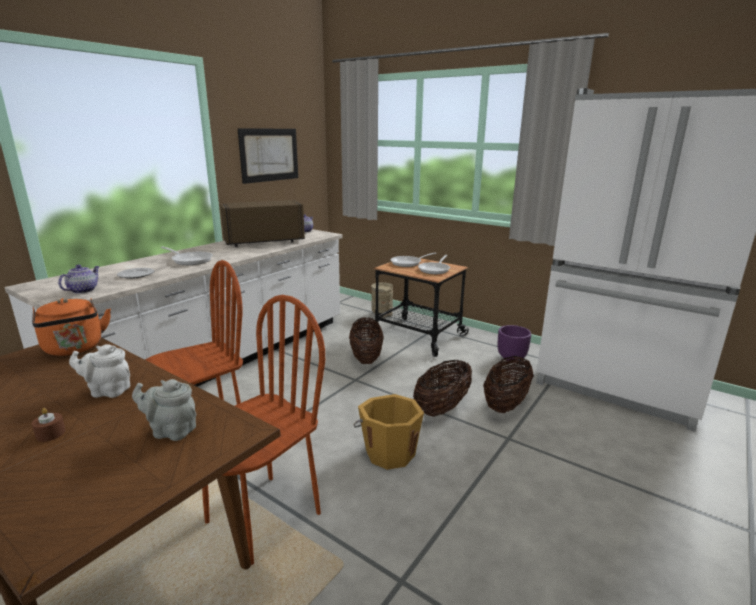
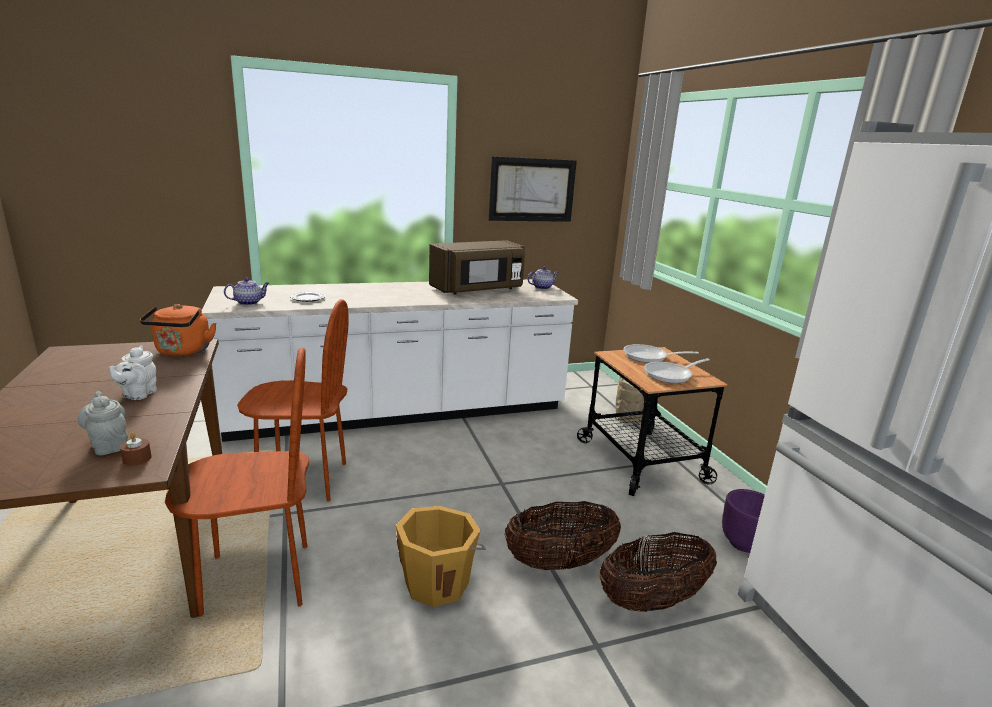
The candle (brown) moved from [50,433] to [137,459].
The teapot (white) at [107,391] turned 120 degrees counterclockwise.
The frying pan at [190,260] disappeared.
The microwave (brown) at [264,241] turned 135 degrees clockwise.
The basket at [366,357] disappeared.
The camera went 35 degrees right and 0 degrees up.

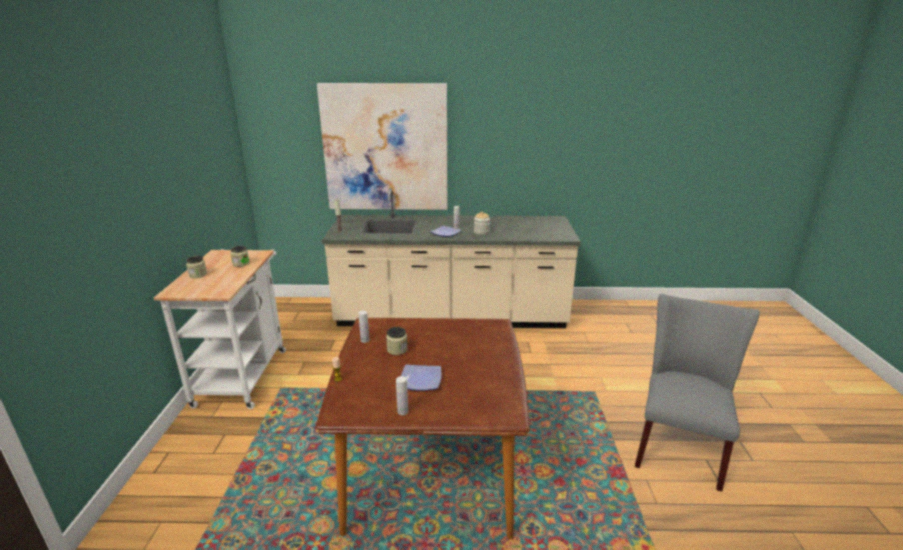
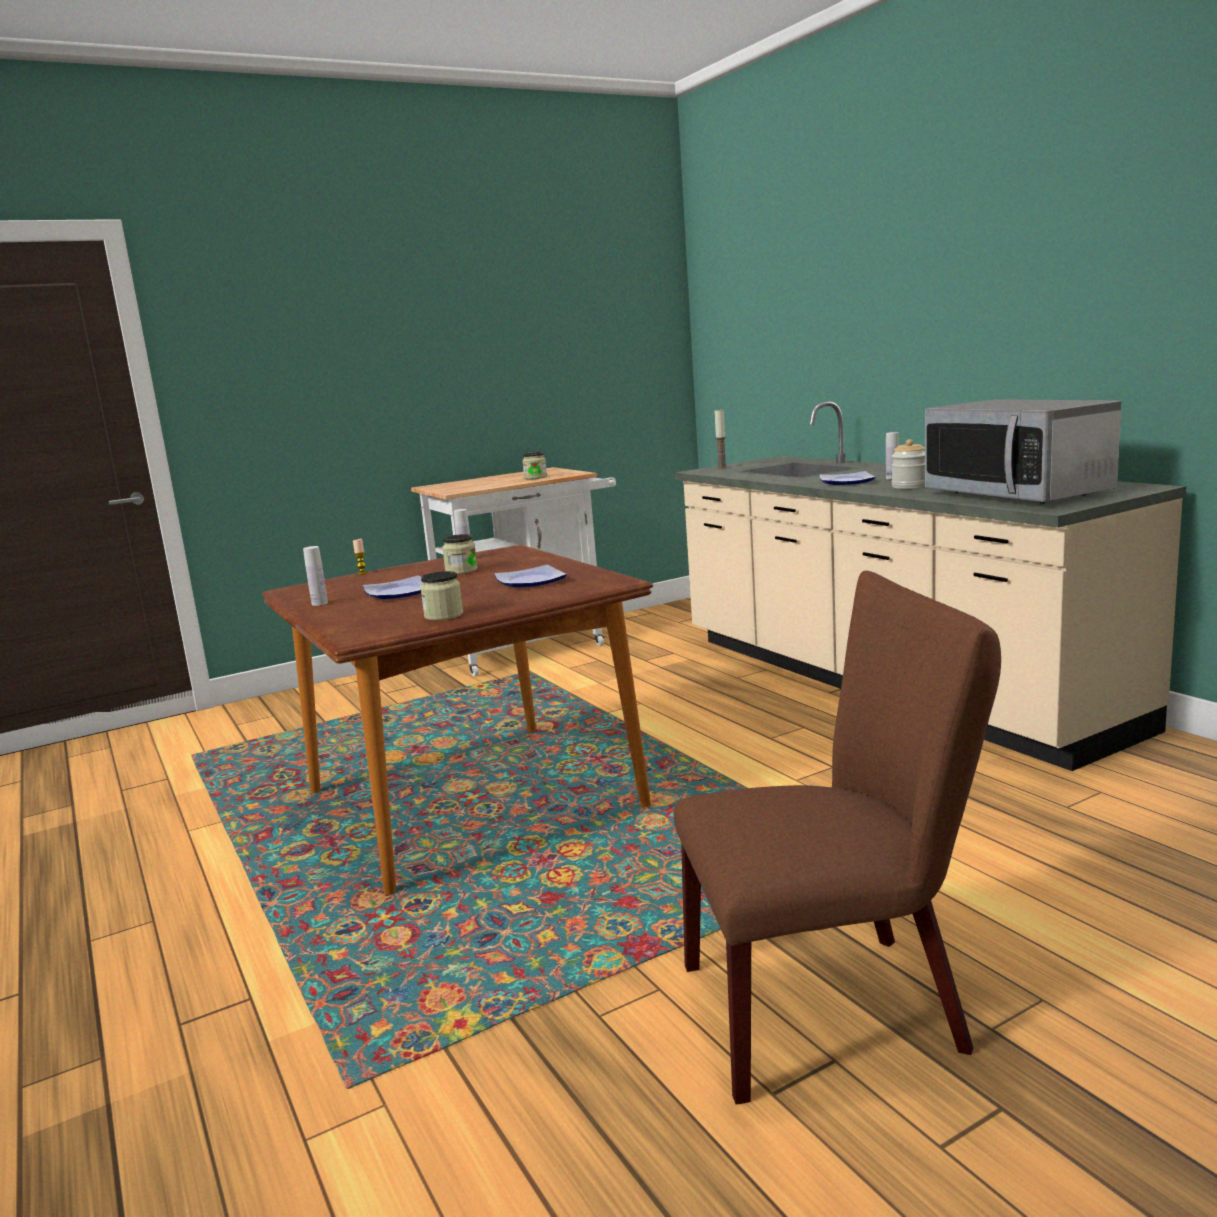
The jar moved from [198,275] to [443,615].
The picture at [386,148] disappeared.
The chair (grey) at [677,444] became the chair (brown) at [838,1005].
The plate at [532,581] appeared.
The microwave at [1017,494] appeared.
The camera went 60 degrees right and 10 degrees down.

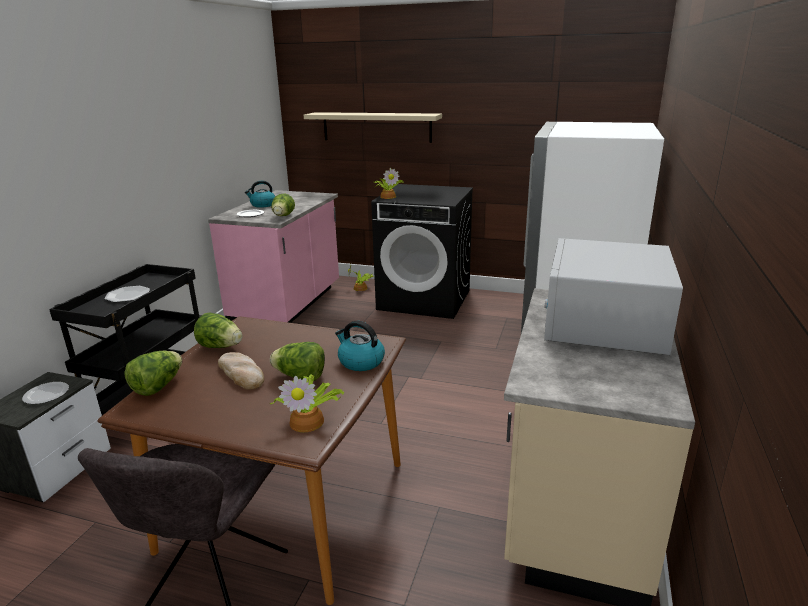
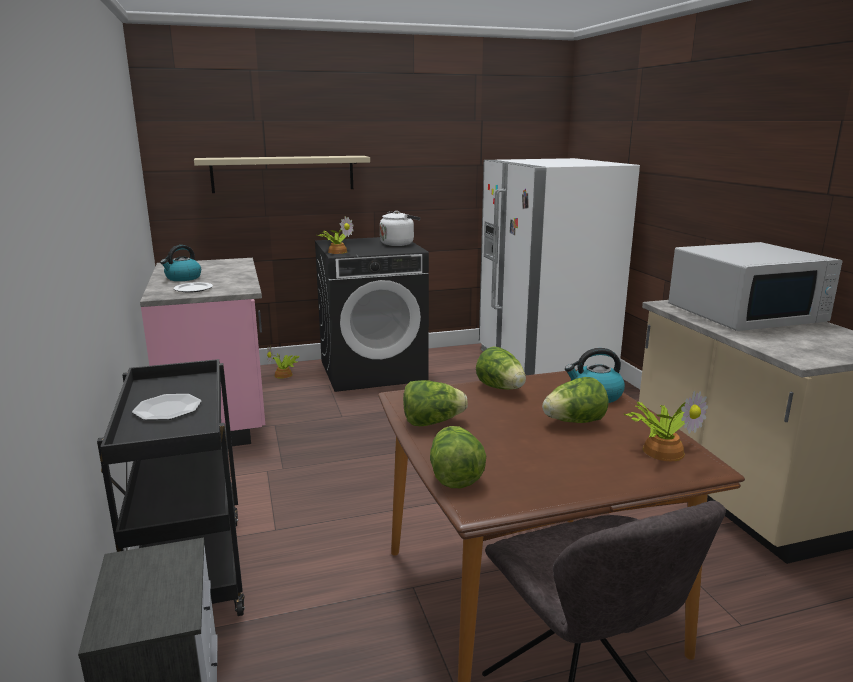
The plate at [46,394] disappeared.
The bread at [242,373] disappeared.
The lettuce moved from [283,216] to [501,388].
The microwave (white) at [604,324] turned 90 degrees counterclockwise.
The kettle (white) at [398,244] appeared.
The camera went 35 degrees left and 5 degrees down.

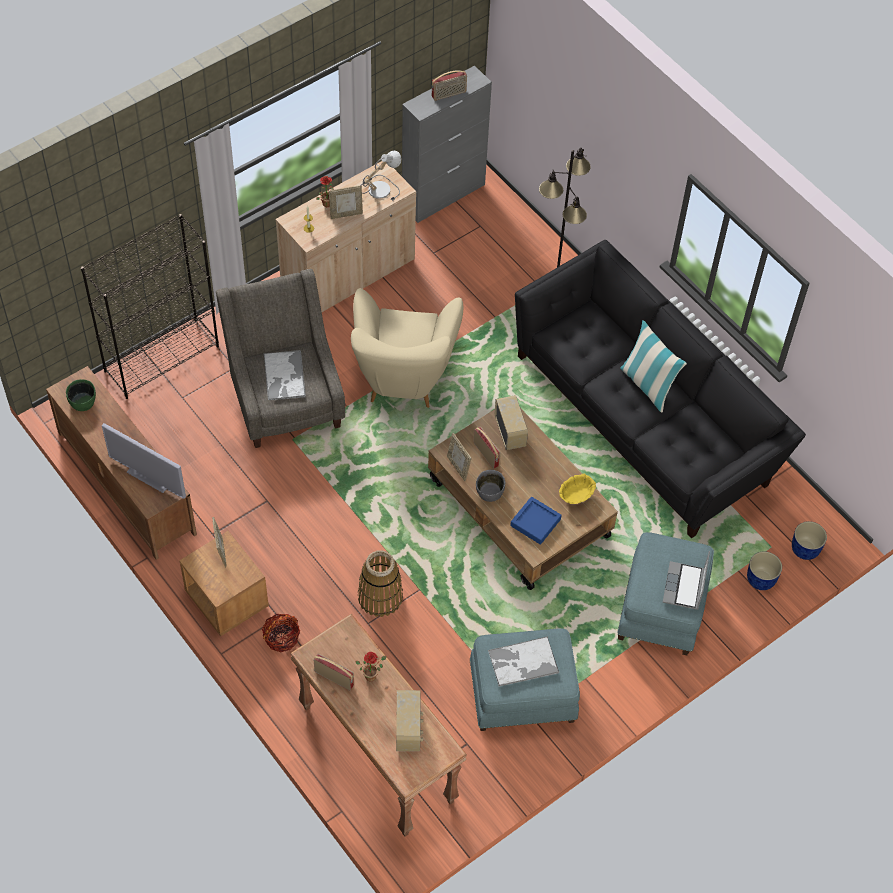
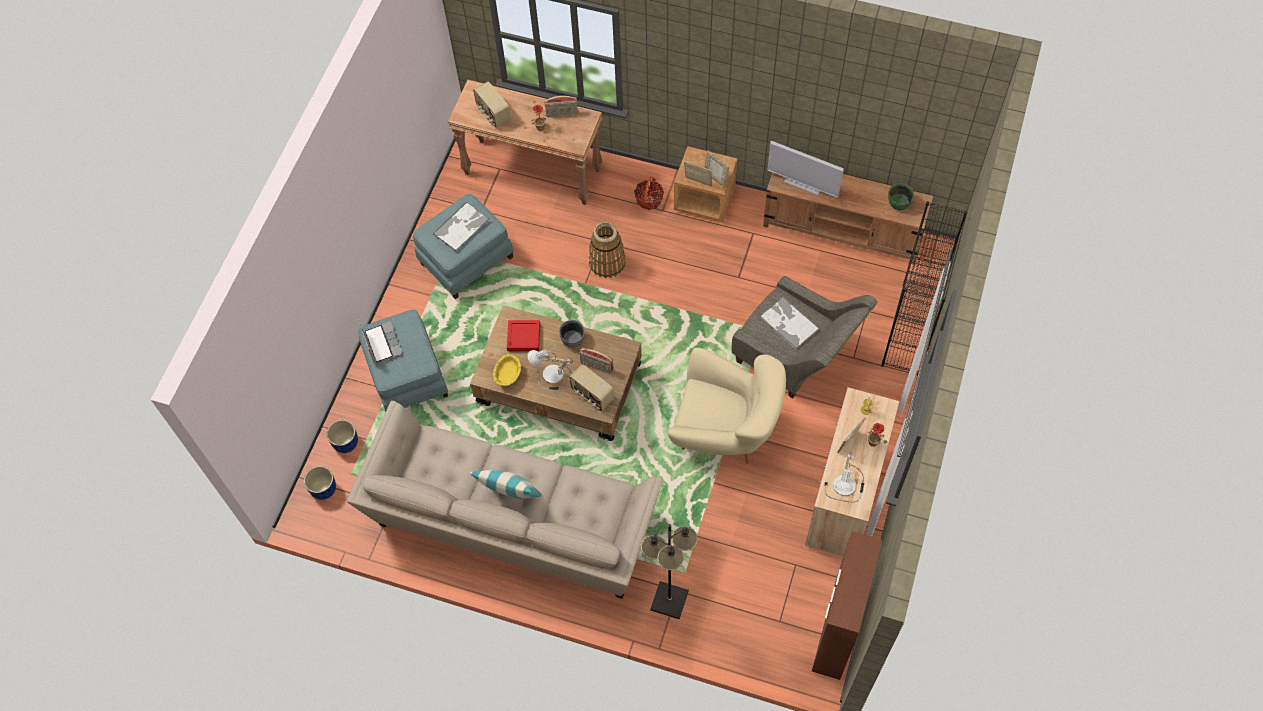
The television at [149,476] turned 150 degrees counterclockwise.
The armchair (beige) at [403,377] turned 135 degrees clockwise.
The cabinet (grey) at [444,195] became the cabinet (brown) at [836,633].
The radio at [449,94] disappeared.
The picture frame moved from [458,467] to [697,183].
The tray (blue) at [535,522] became the tray (red) at [524,337].
The sofa (black) at [646,416] became the sofa (beige) at [513,524].
The table lamp at [551,376] appeared.
The camera went 150 degrees right and 5 degrees up.

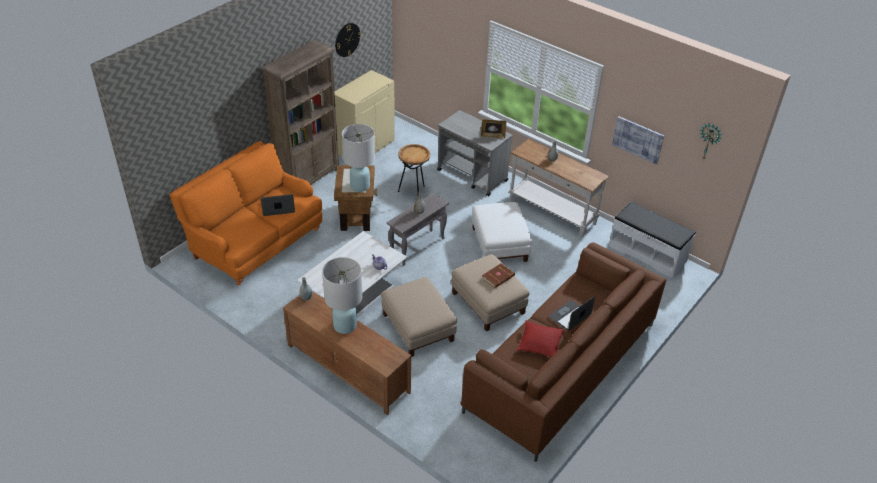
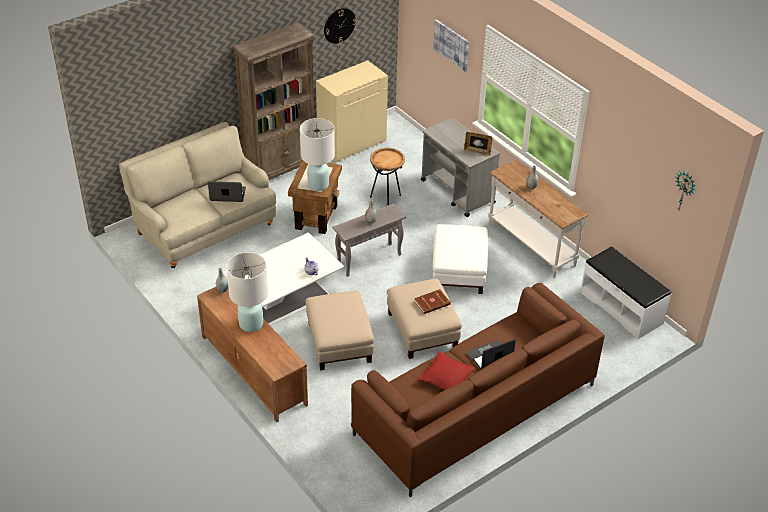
The sofa (orange) at [254,241] became the sofa (beige) at [203,226].
The picture moved from [638,139] to [451,45].
The camera went 15 degrees right and 0 degrees up.

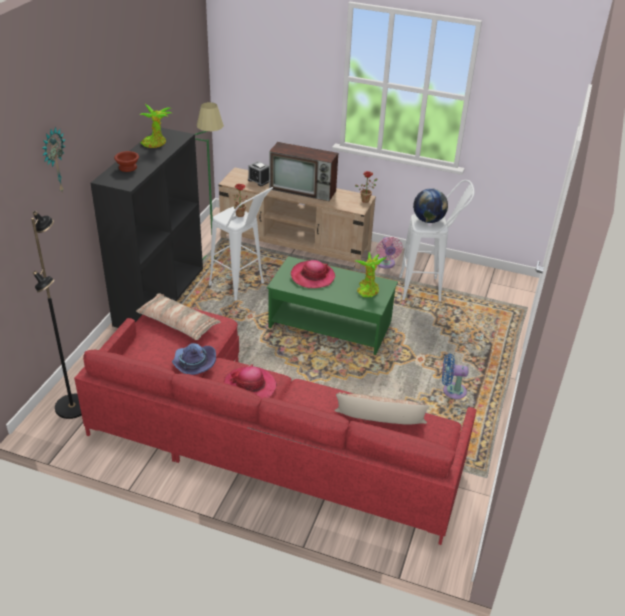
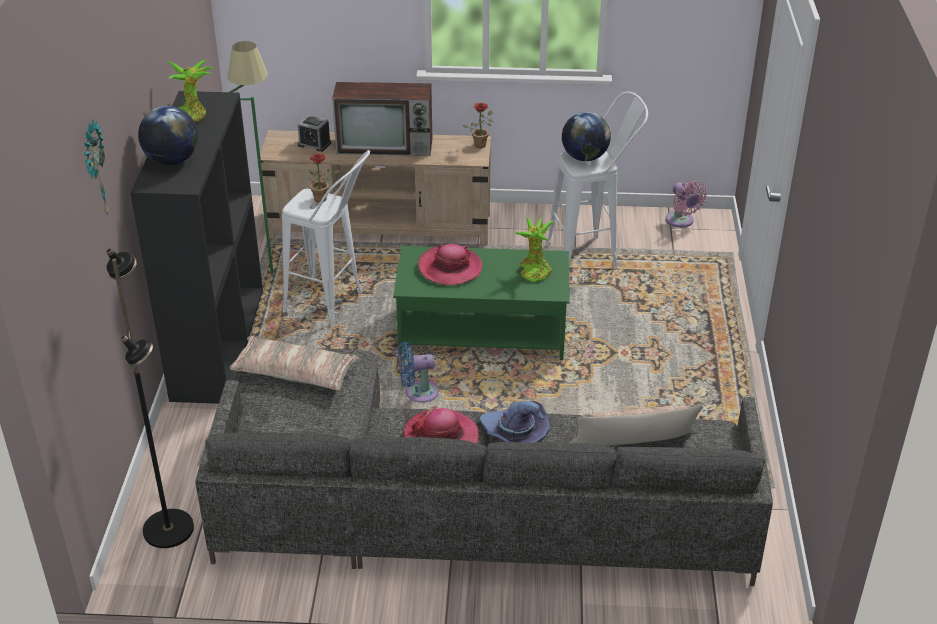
The sofa (red) at [259,437] became the sofa (grey) at [456,507].
The bowl (brown) at [127,168] was replaced by the globe at [172,161].
The hat (purple) moved from [192,365] to [515,434].
The fan (pink) moved from [385,264] to [681,221].
The fan (blue) moved from [451,391] to [418,393].
The camera went 15 degrees left and 0 degrees up.

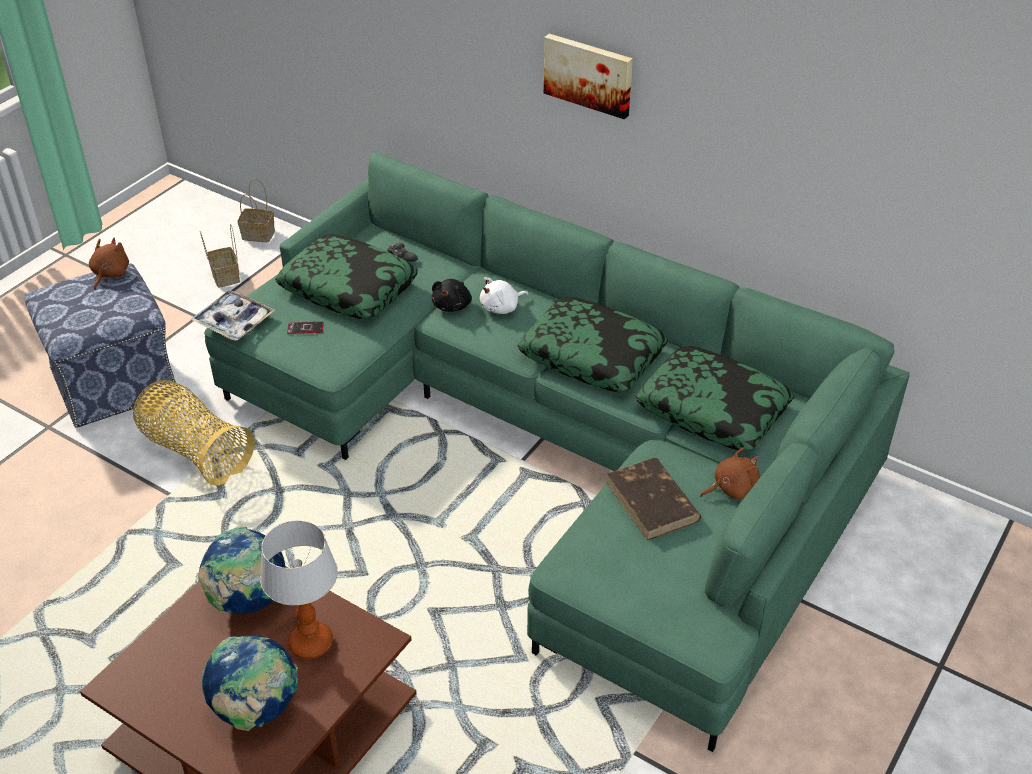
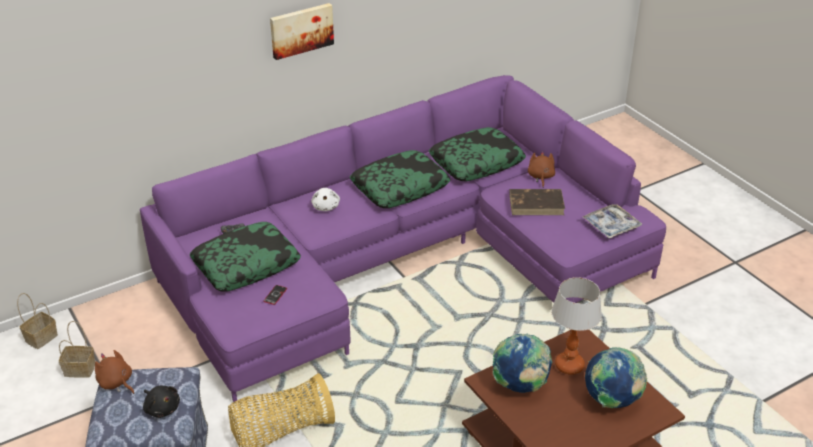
The tray moved from [234,321] to [611,225].
The sofa (green) at [557,448] became the sofa (purple) at [404,260].
The plush toy (black) moved from [453,305] to [162,408].
The camera went 65 degrees left and 5 degrees down.

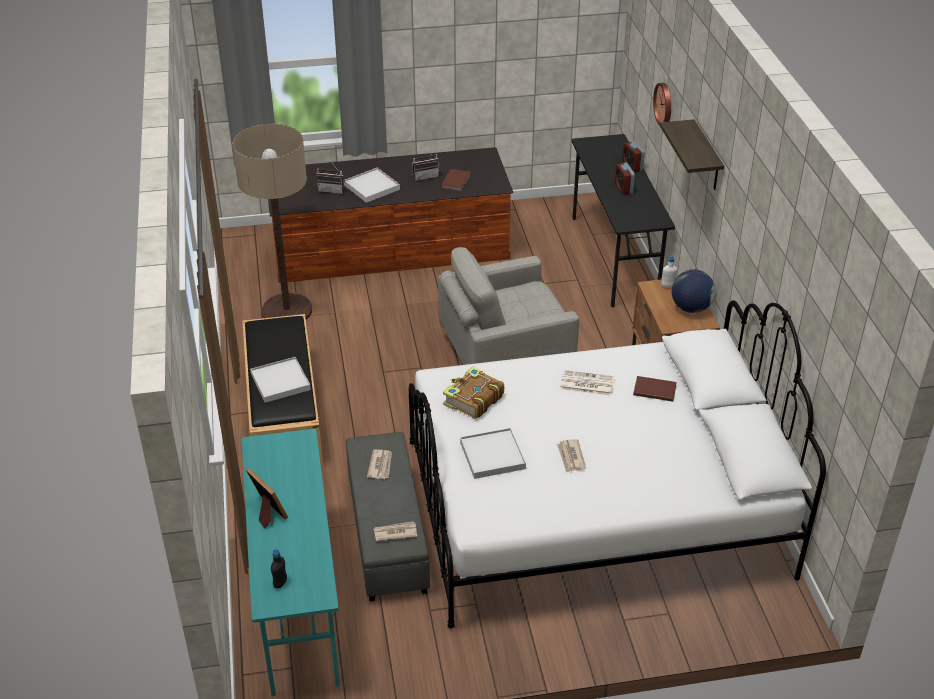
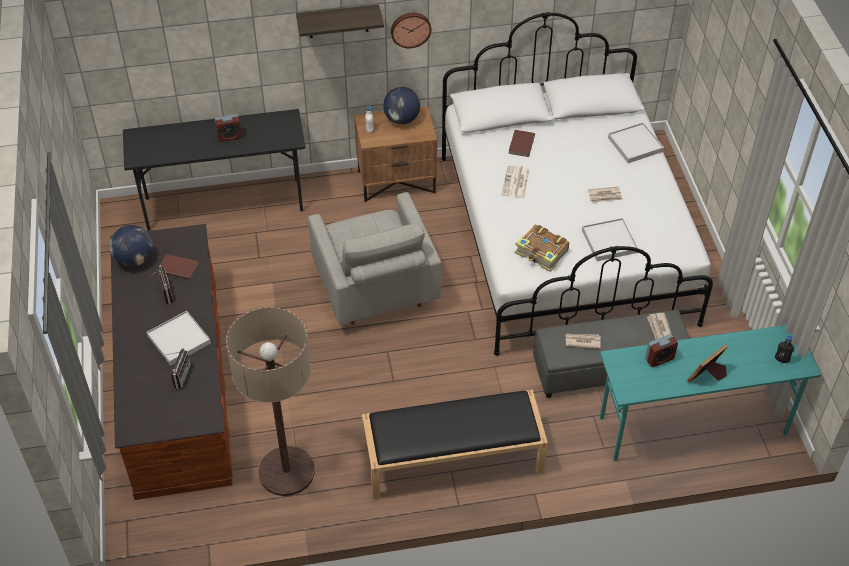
The tray (white) moved from [280,382] to [635,145].
The alarm clock moved from [632,167] to [659,359].
The wall clock moved from [664,104] to [410,29].
The globe at [135,259] appeared.
The camera went 90 degrees left and 10 degrees up.

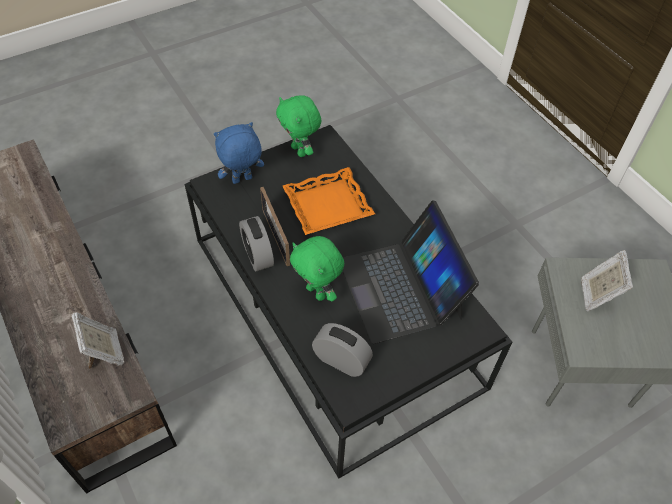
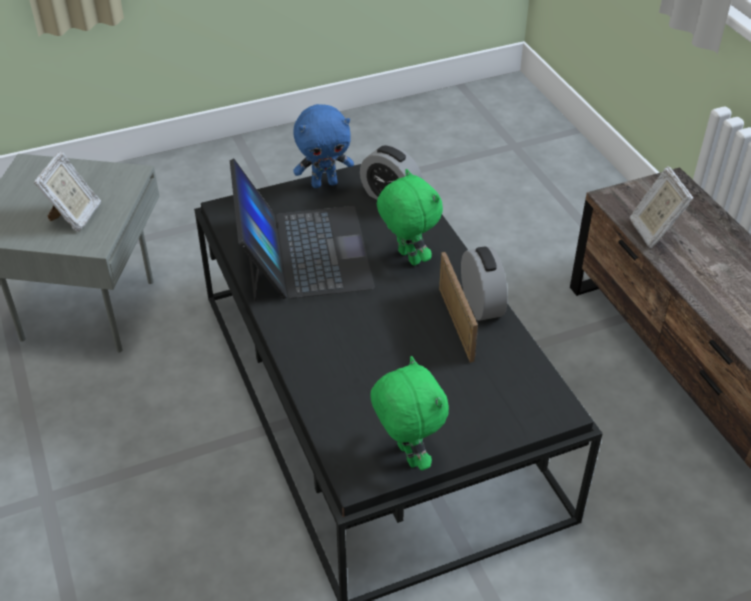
The plush toy (blue) moved from [242,180] to [324,183].
The tray (orange) at [328,206] disappeared.
The camera went 170 degrees left and 10 degrees down.

